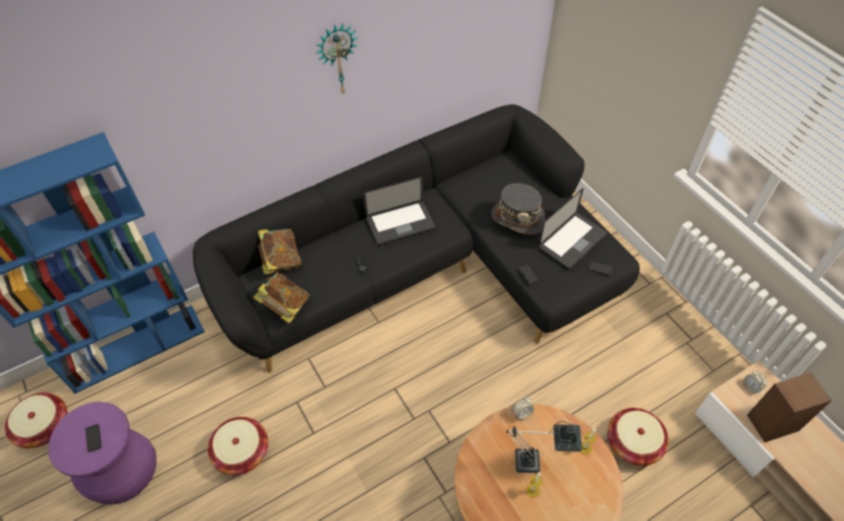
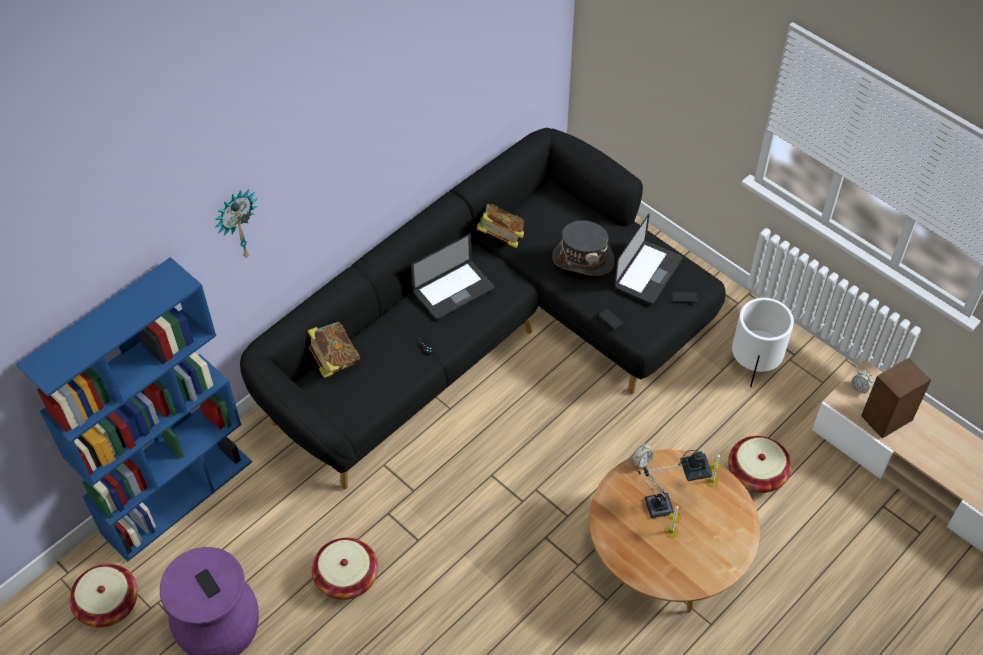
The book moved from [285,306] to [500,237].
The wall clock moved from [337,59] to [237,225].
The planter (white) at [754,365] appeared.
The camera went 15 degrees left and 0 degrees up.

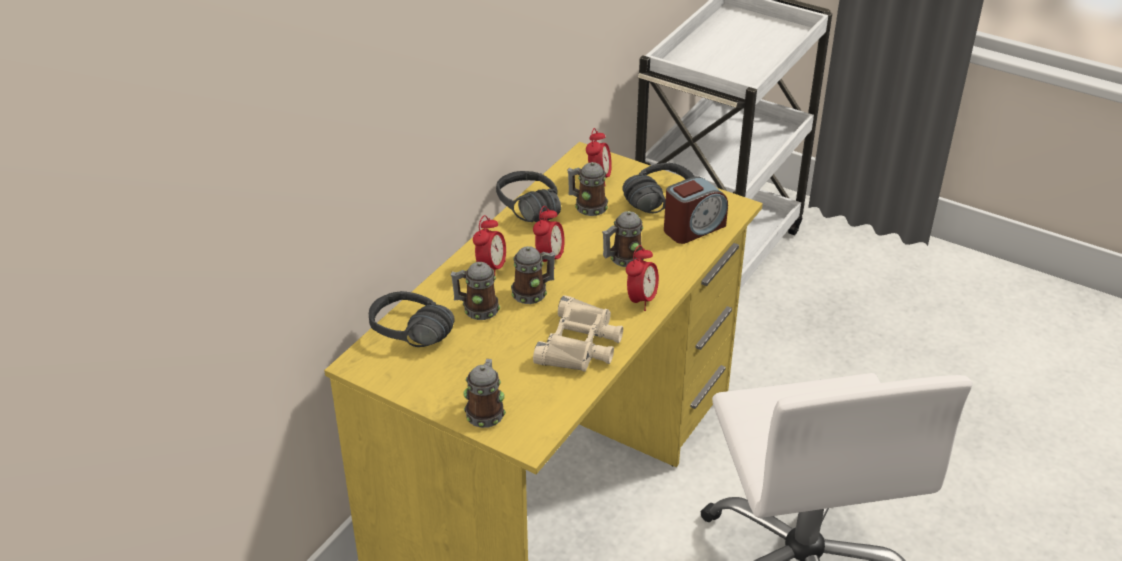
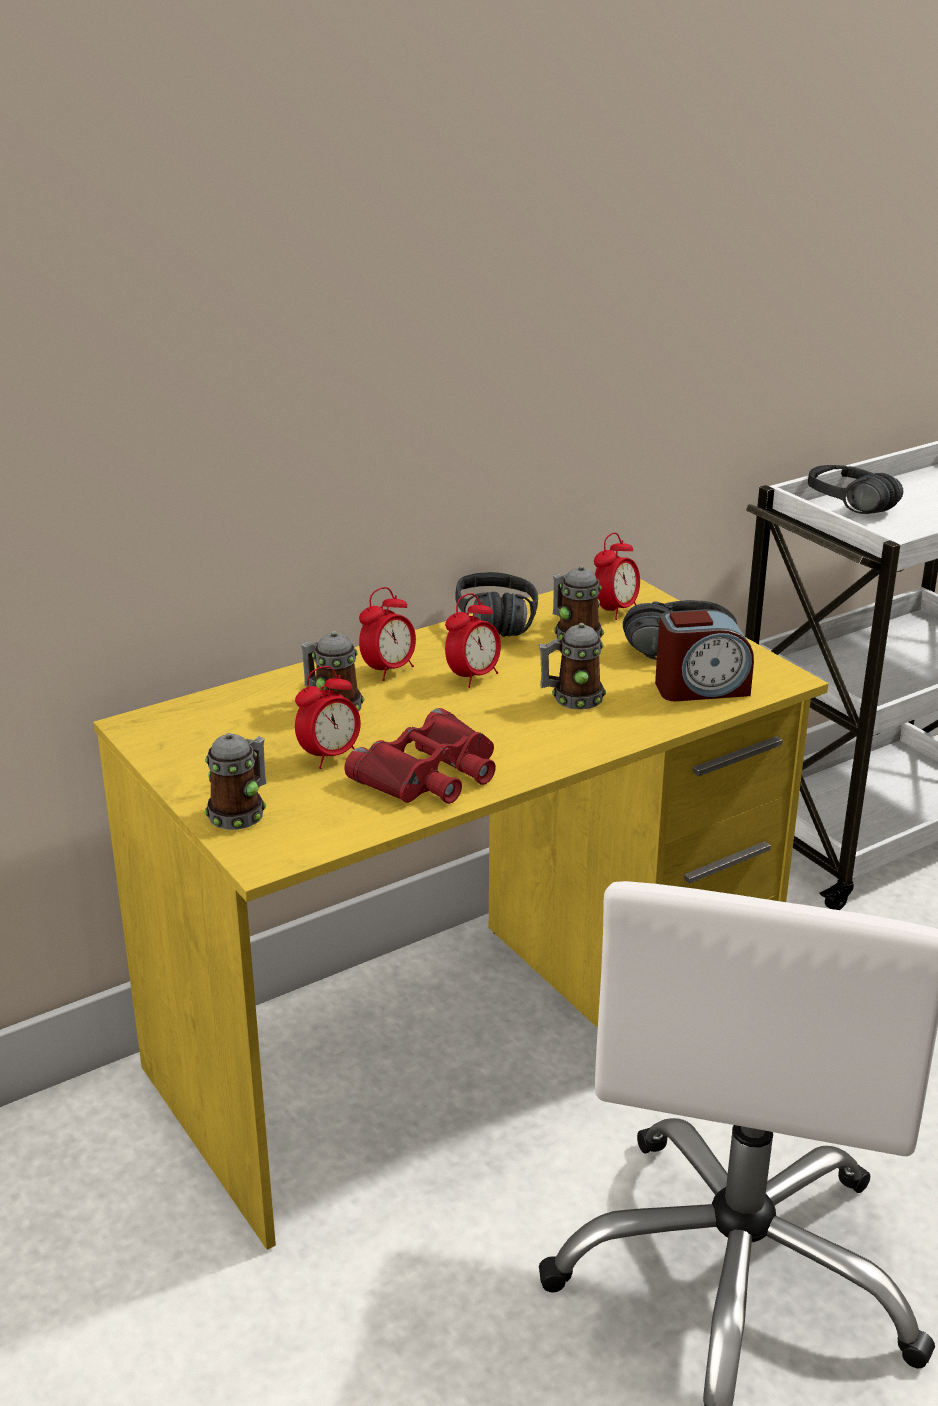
The headphones (black) moved from [406,340] to [843,508].
The mug at [533,292] disappeared.
The binoculars (beige) at [580,344] became the binoculars (red) at [430,774].
The alarm clock moved from [641,300] to [330,756].
The camera went 25 degrees right and 10 degrees down.

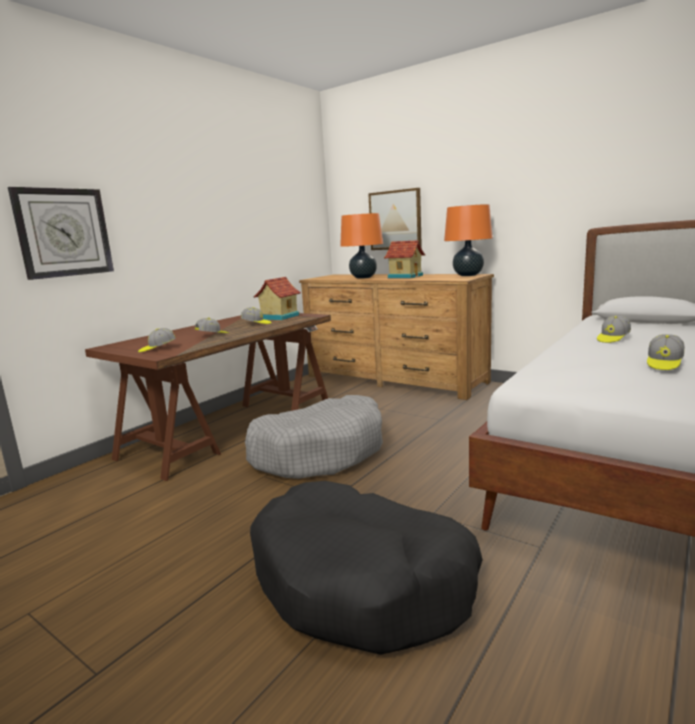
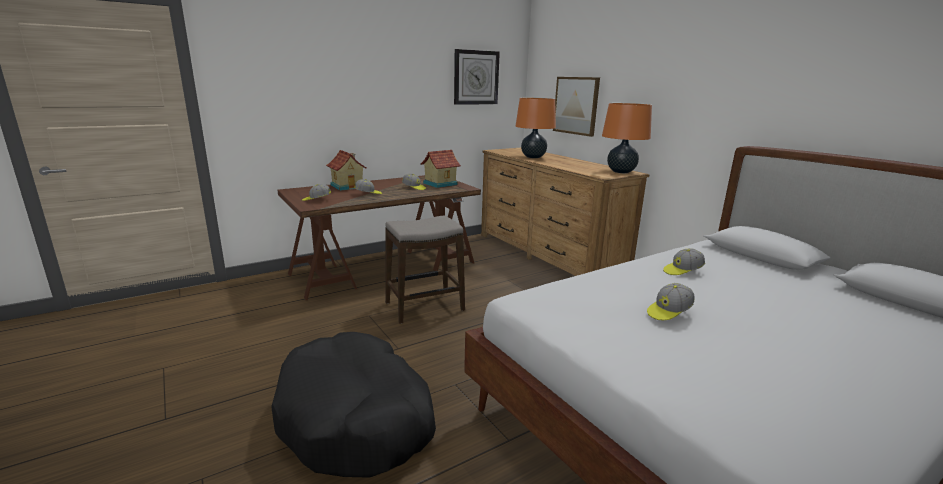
The wall clock moved from [63,232] to [476,77].
The dog bed (grey) at [319,452] was replaced by the stool at [425,307].
The toy house moved from [405,276] to [348,186].
The camera went 20 degrees right and 5 degrees up.

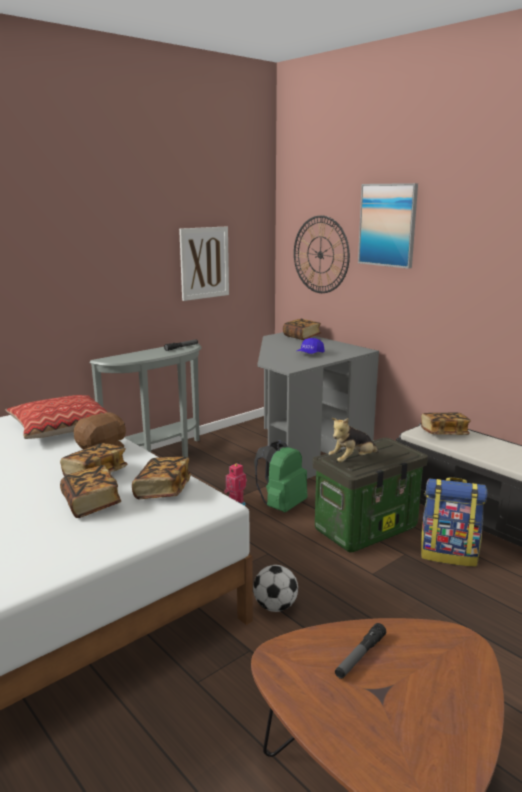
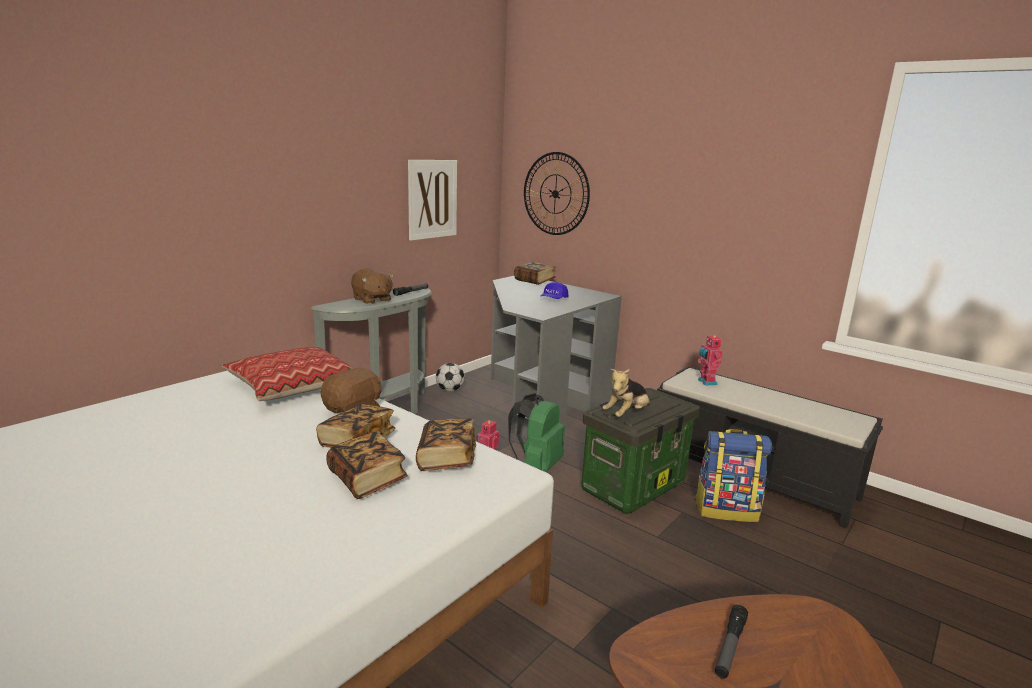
The football moved from [275,607] to [450,390].
The picture at [387,225] disappeared.
The book at [444,433] was replaced by the toy robot at [706,382].
The plush toy (brown) at [372,300] appeared.
The camera went 10 degrees left and 0 degrees up.

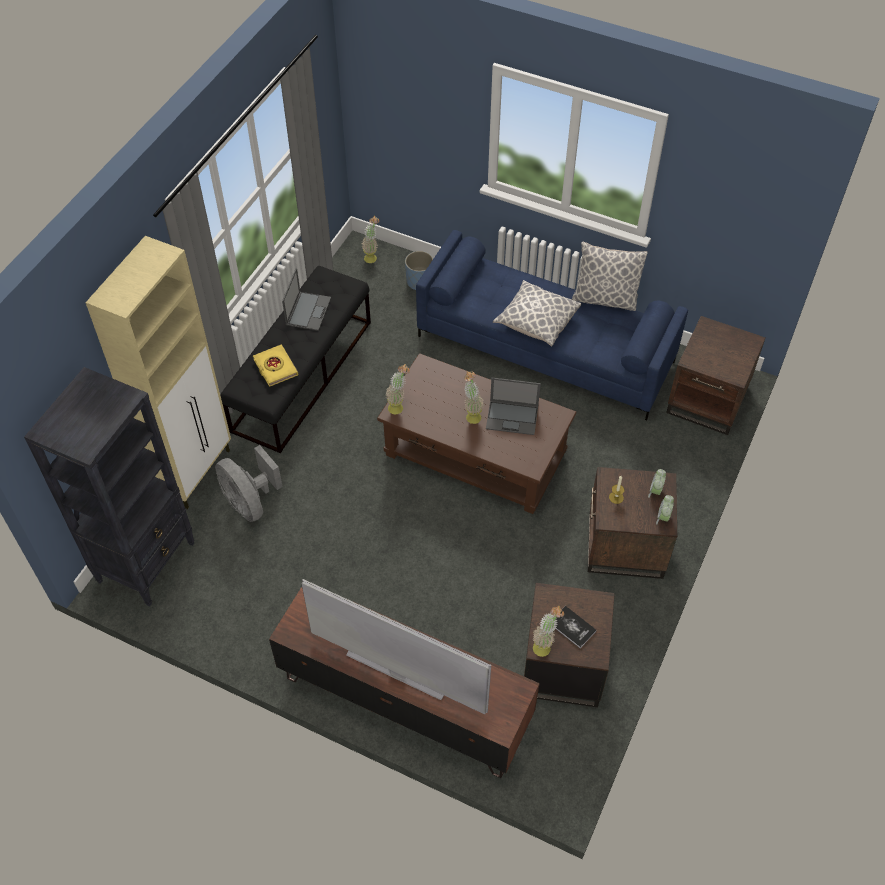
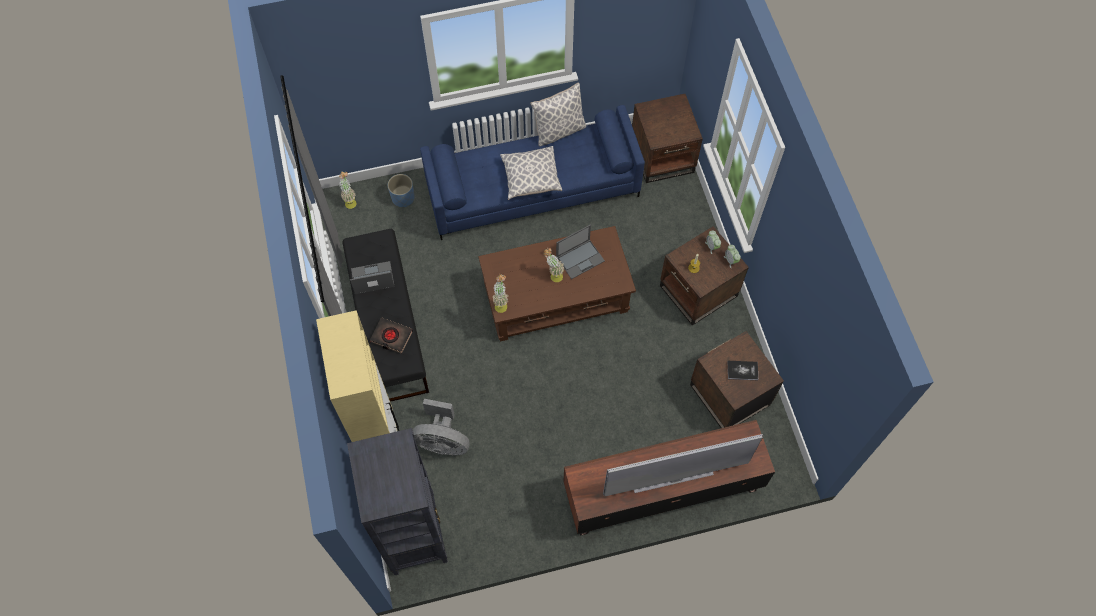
The book (yellow) at [275,368] became the book (black) at [391,337].
The laptop at [308,311] turned 75 degrees counterclockwise.
The potted plant at [545,645] disappeared.
The camera went 40 degrees left and 10 degrees up.

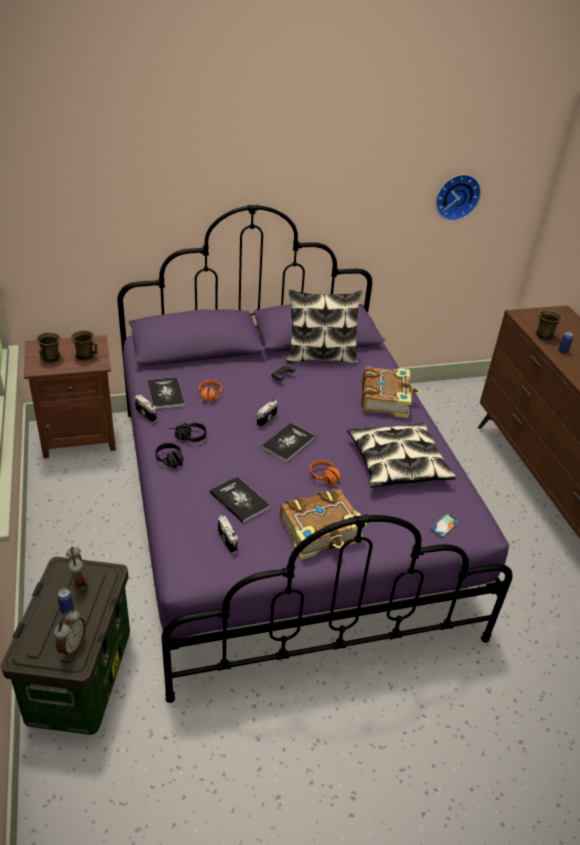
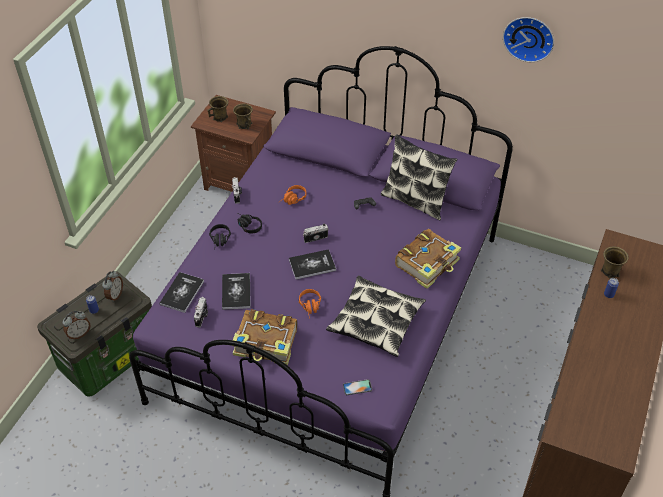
The book moved from [166,394] to [182,293].
The wall clock moved from [456,196] to [529,37].
The camera went 40 degrees right and 10 degrees up.

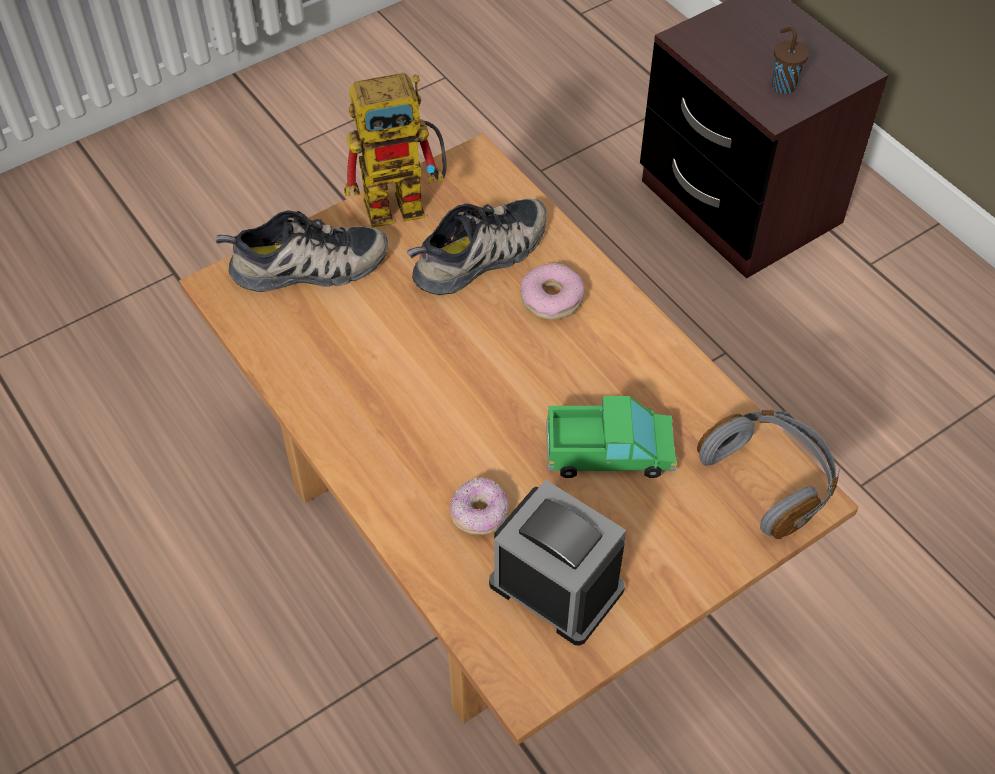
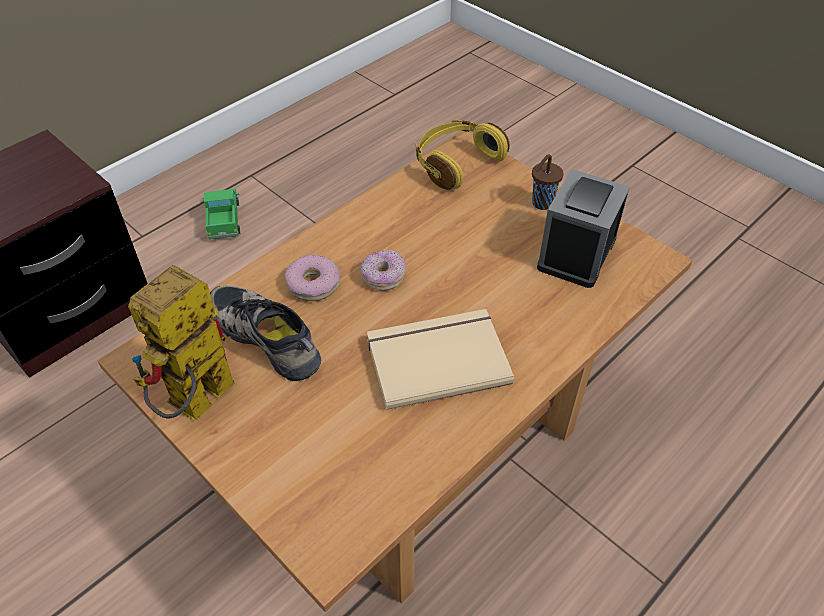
The shoe at [308,268] disappeared.
The toy robot at [406,201] turned 120 degrees counterclockwise.
The donut moved from [480,514] to [383,277].
The toy truck moved from [609,452] to [224,219].
The headphones (grey) at [770,479] became the headphones (yellow) at [456,163].
The cup (brown) moved from [782,85] to [541,204].
The book (beige) at [436,358] appeared.
The camera went 100 degrees left and 5 degrees down.

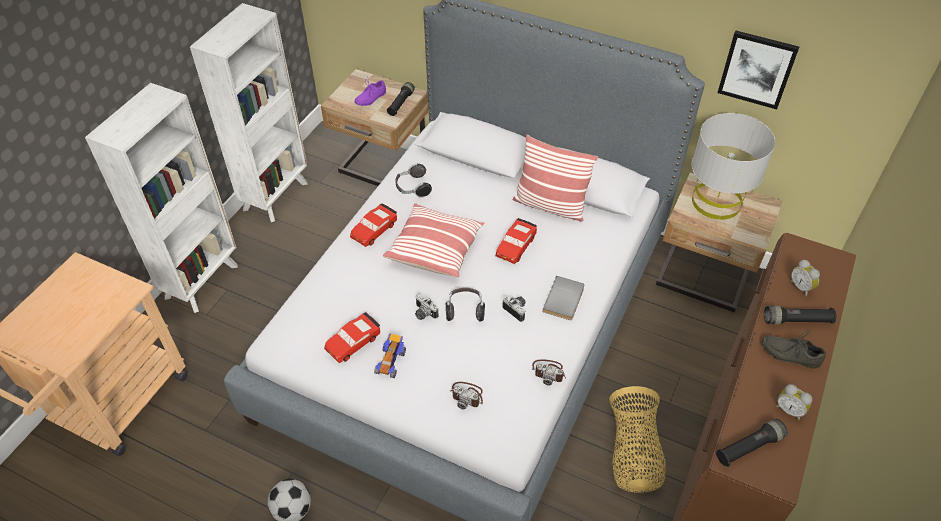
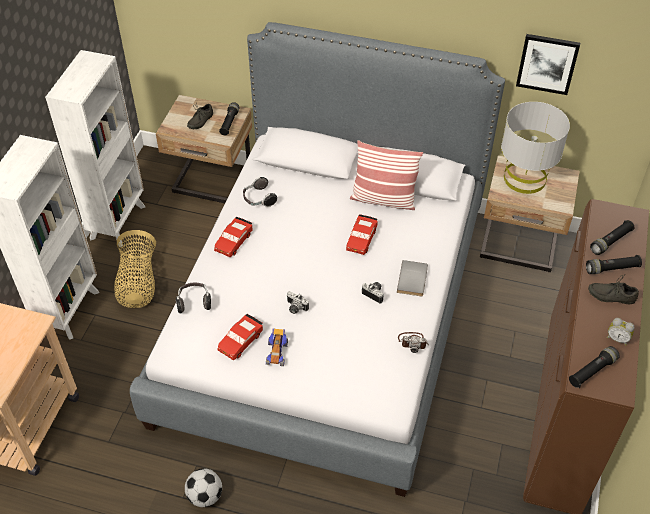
The shoe (purple) at [370,98] became the shoe (grey) at [199,121].
The pillow at [435,249] disappeared.
The headphones moved from [465,310] to [194,302].
The photo camera at [467,395] disappeared.
The basket moved from [633,453] to [138,283].
The alarm clock at [801,287] was replaced by the flashlight (black) at [611,241].
The camera went 10 degrees left and 0 degrees up.

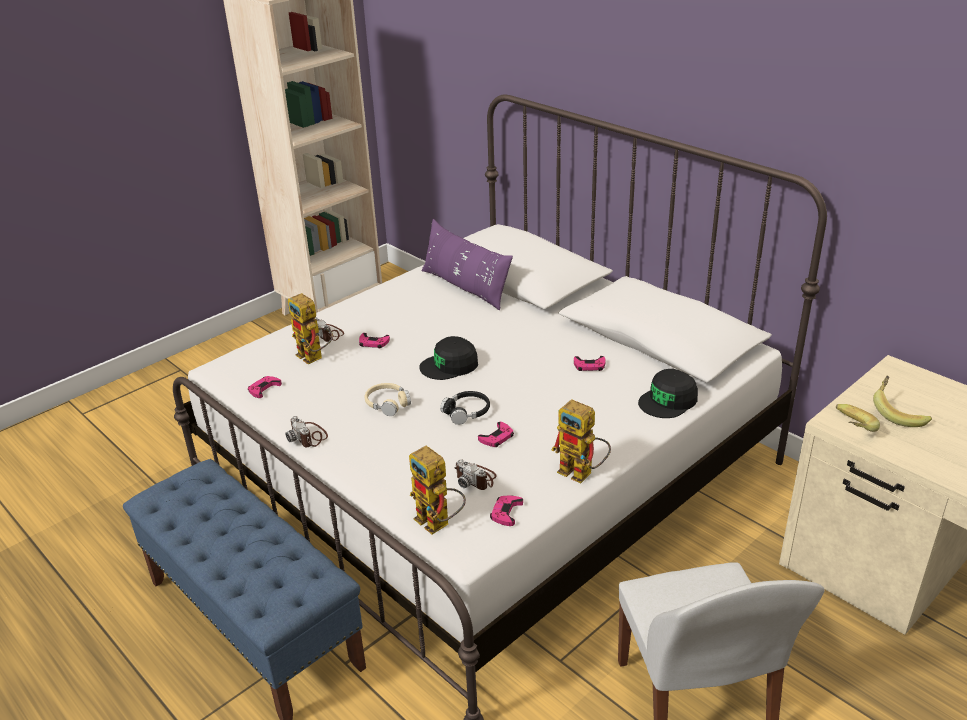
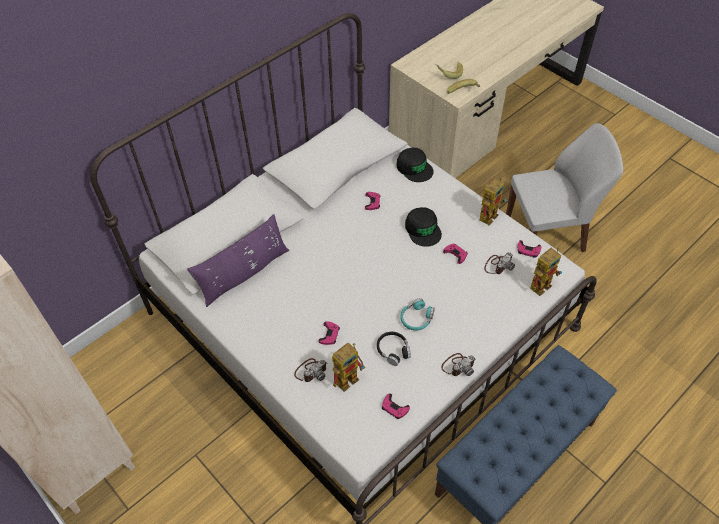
The headphones (beige) at [387,404] became the headphones (turquoise) at [416,318].
The cap (black) moved from [450,365] to [423,229].
The headphones (black) moved from [466,412] to [393,350].
The camera went 90 degrees left and 20 degrees up.

